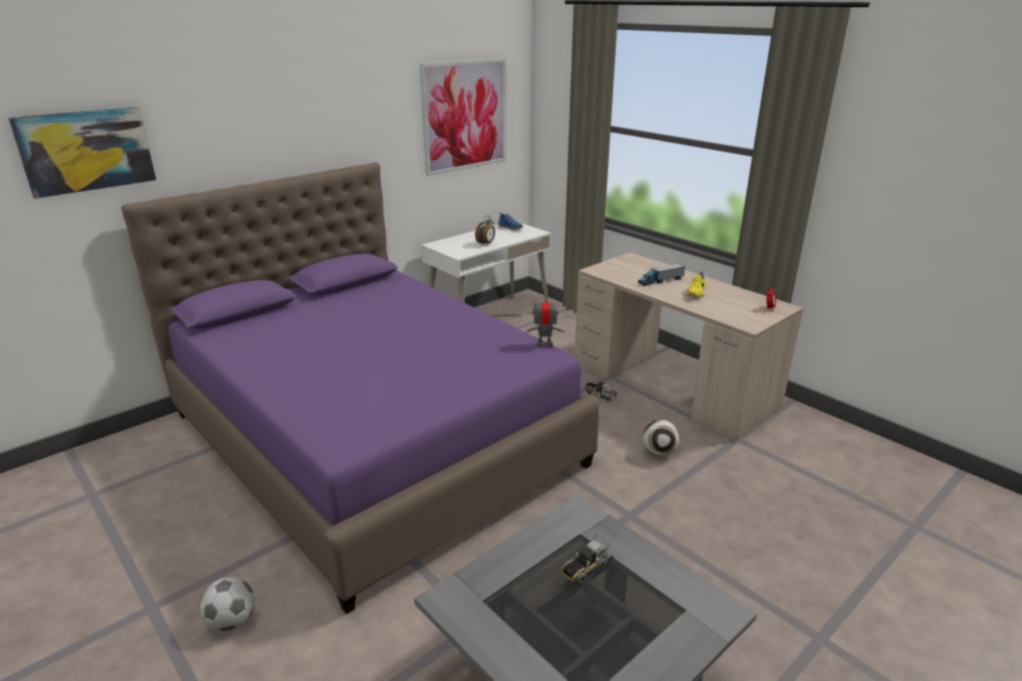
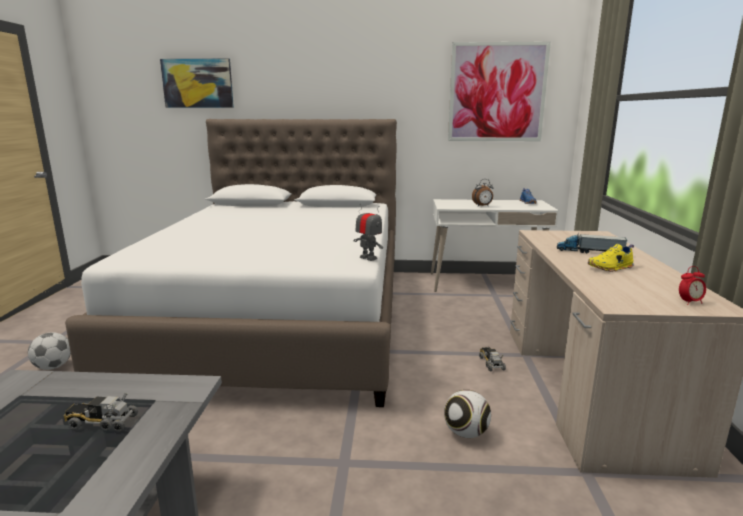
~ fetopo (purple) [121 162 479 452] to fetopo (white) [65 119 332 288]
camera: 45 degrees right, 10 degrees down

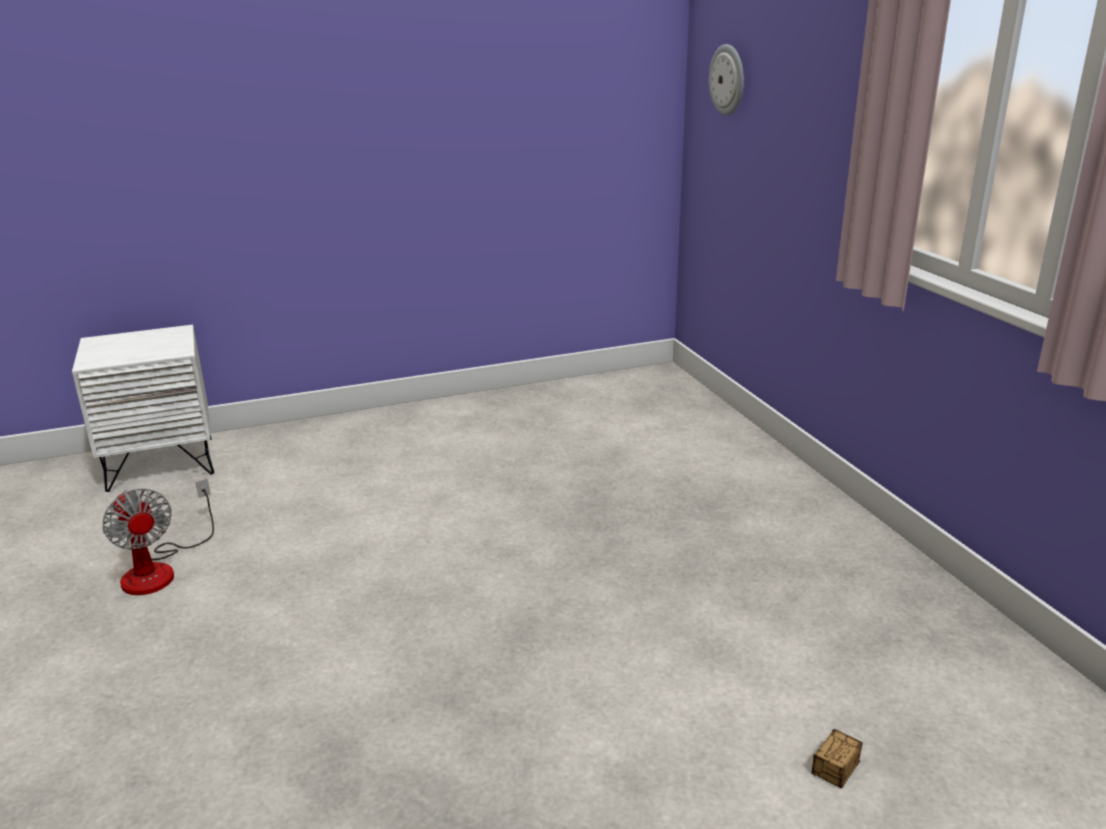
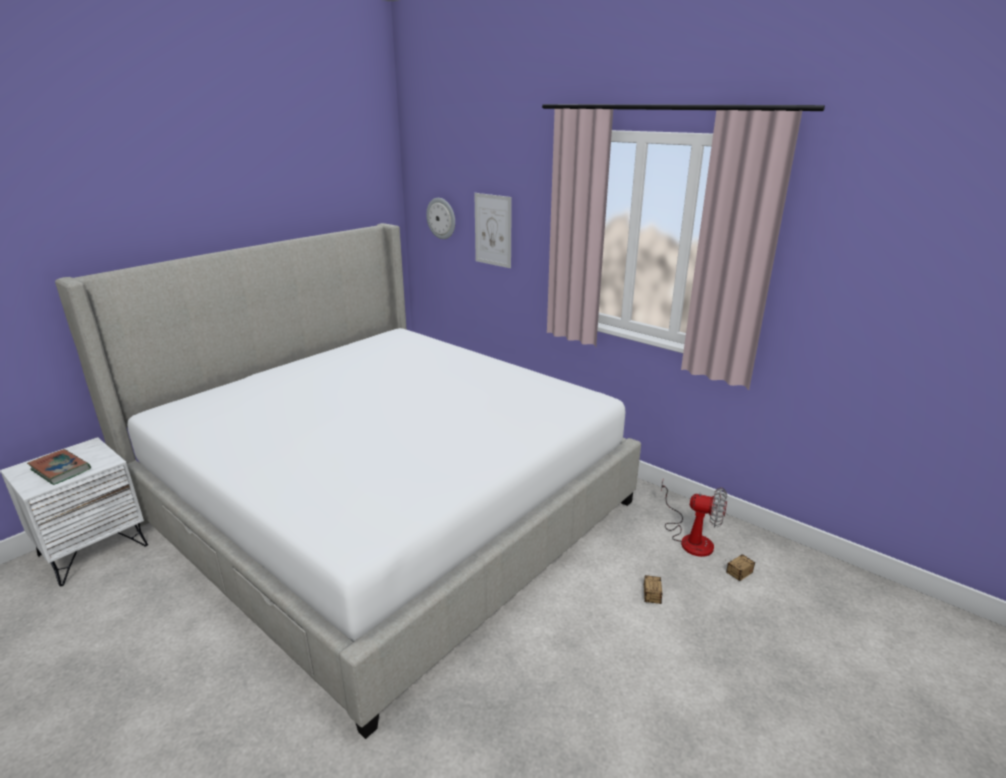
+ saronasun [27 449 64 36]
+ fetopo [55 223 586 516]
+ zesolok [474 193 38 75]
~ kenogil [102 479 112 116] to [661 480 66 77]
+ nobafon [725 554 30 27]
camera: 30 degrees left, 0 degrees up

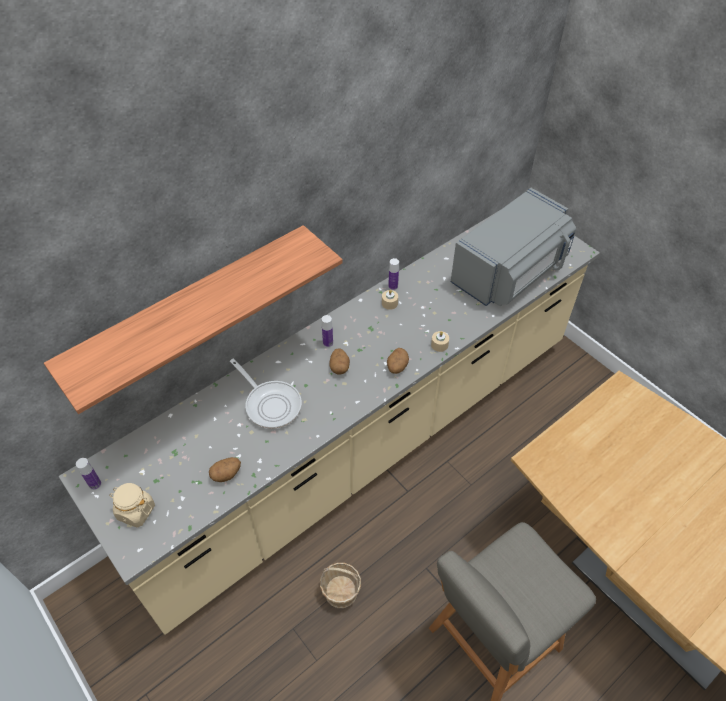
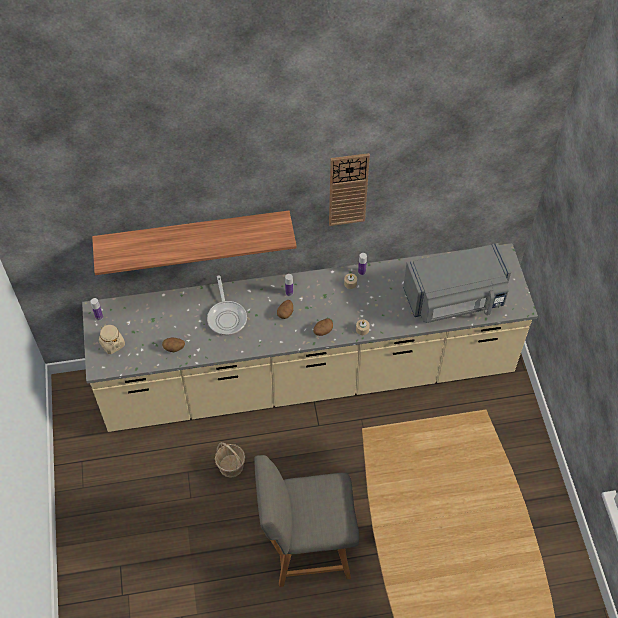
+ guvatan [329 153 41 73]
camera: 30 degrees right, 5 degrees up

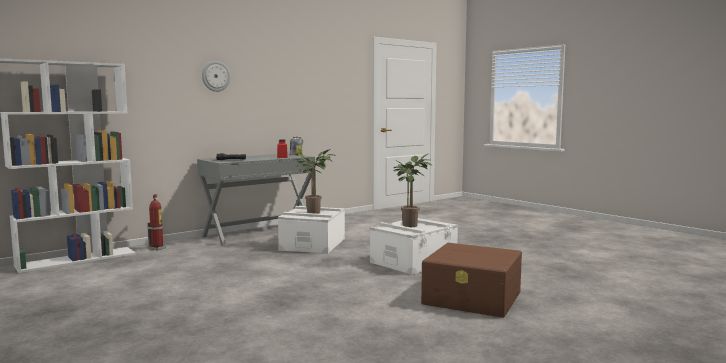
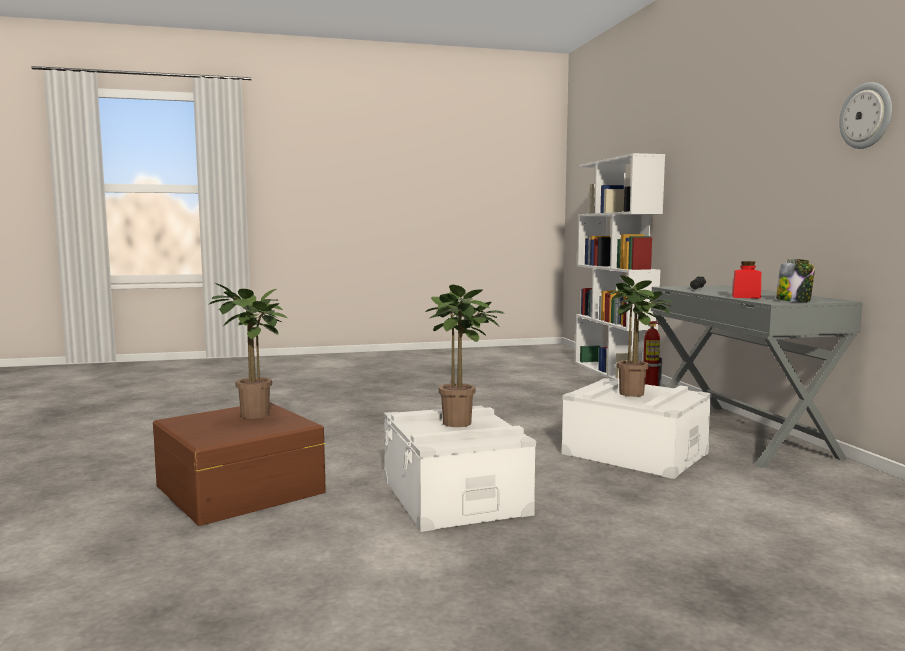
+ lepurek [209 283 78 136]
~ guvatan [202 61 29 31] to [839 82 53 67]
camera: 115 degrees right, 0 degrees up

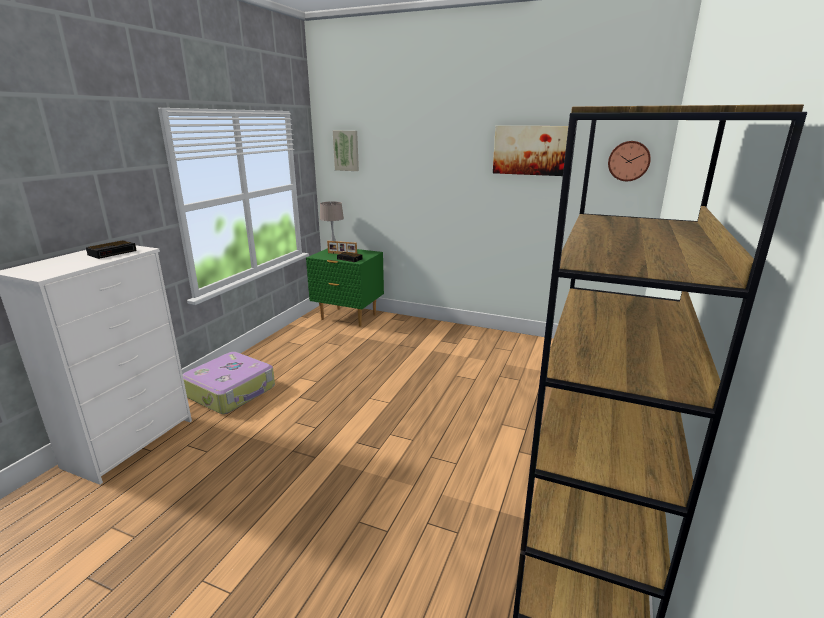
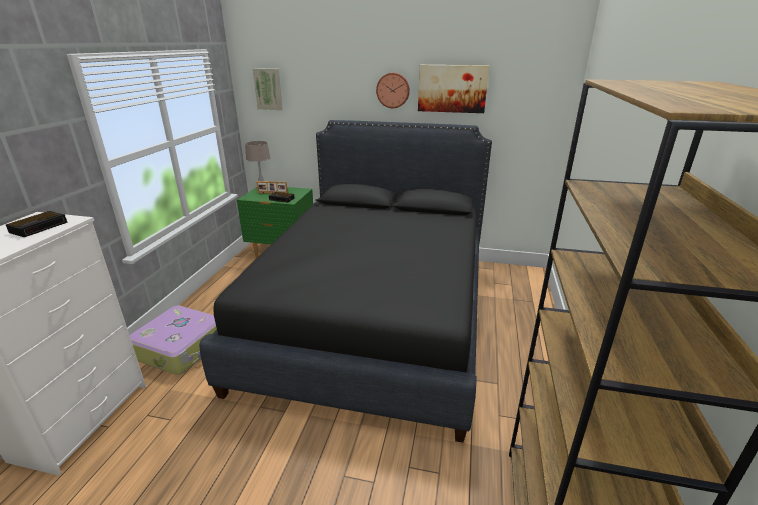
+ fetopo (black) [199 120 293 323]
~ guvatan [608 141 43 40] to [376 73 34 35]
camera: 10 degrees left, 5 degrees up

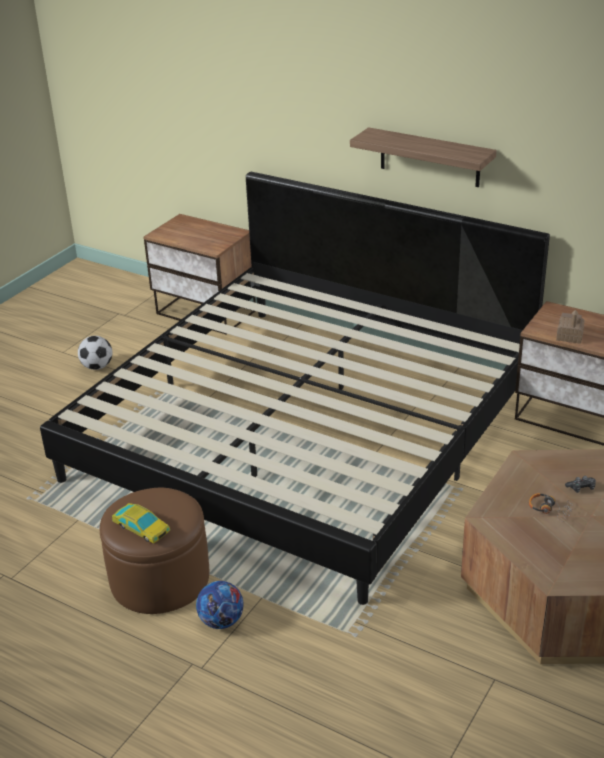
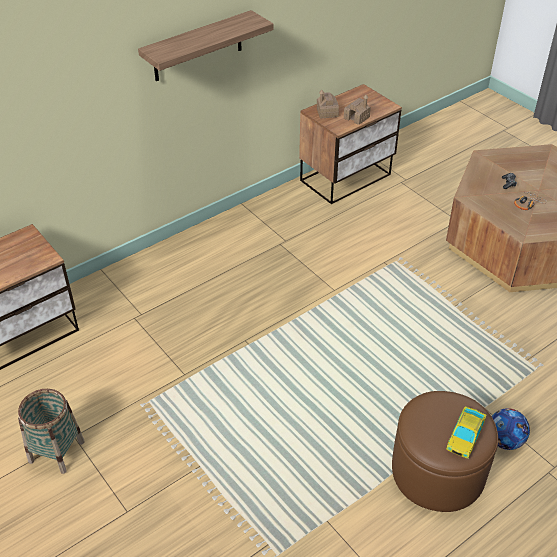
~ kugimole [78 336 34 34] to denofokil [18 389 66 85]
+ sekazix [317 90 22 29]
~ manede [112 503 58 41] = [446 406 40 53] 150 degrees clockwise
- fetopo [40 172 510 433]
camera: 70 degrees left, 10 degrees up

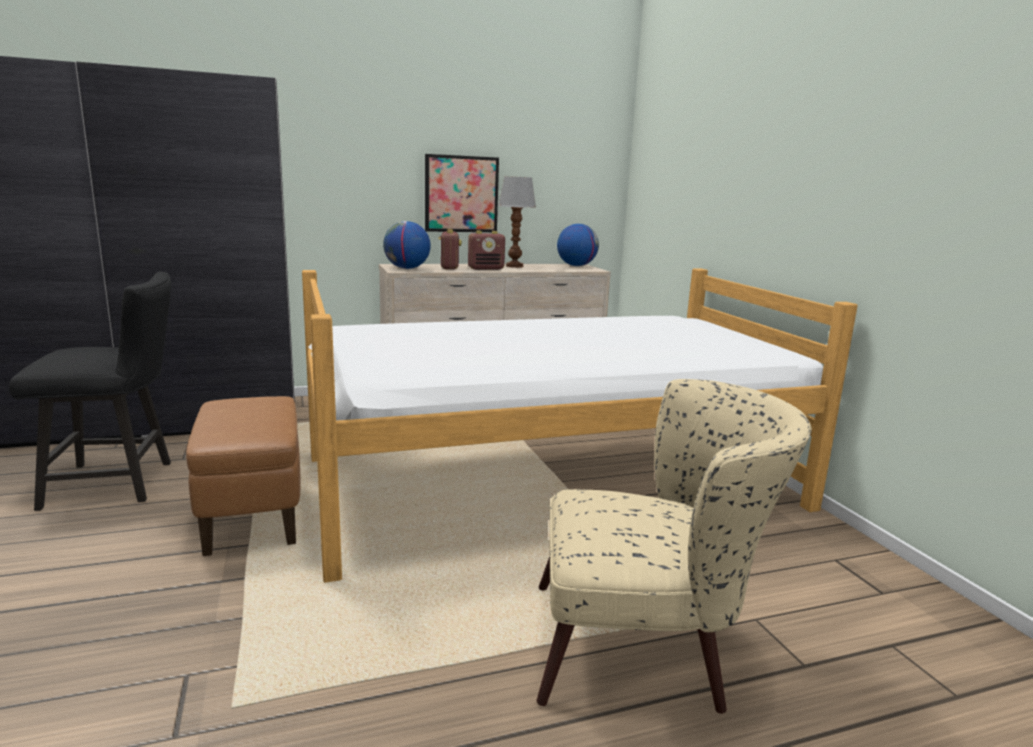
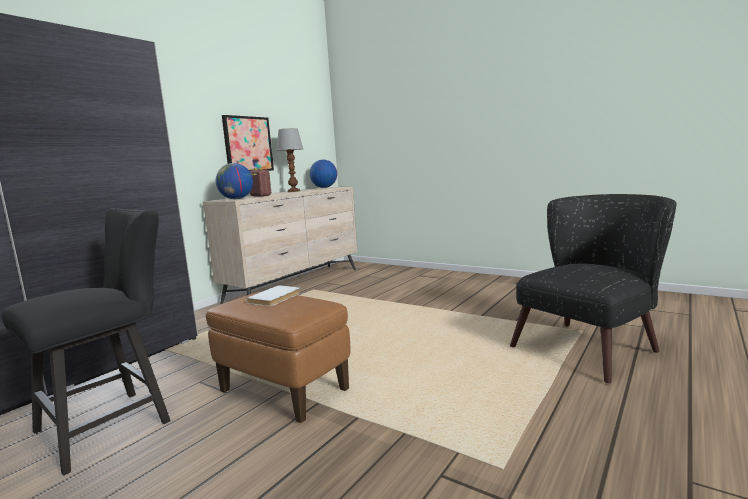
+ saronasun (white) [247 285 53 21]
~ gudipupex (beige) [537 379 275 335] to gudipupex (black) [510 194 167 190]
- fetopo [302 268 556 315]
- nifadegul [468 231 37 39]
camera: 35 degrees left, 5 degrees down

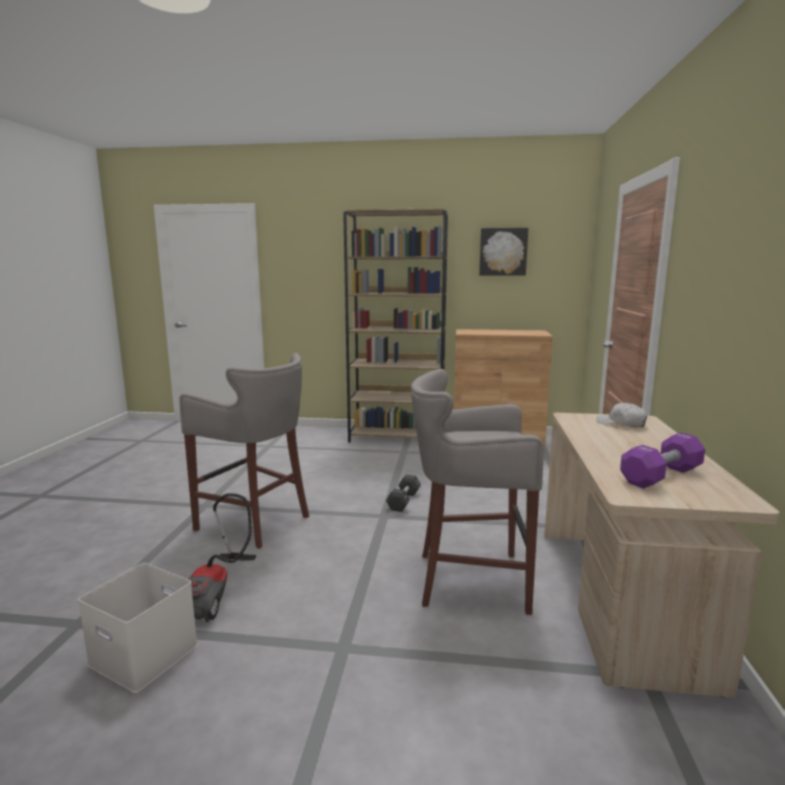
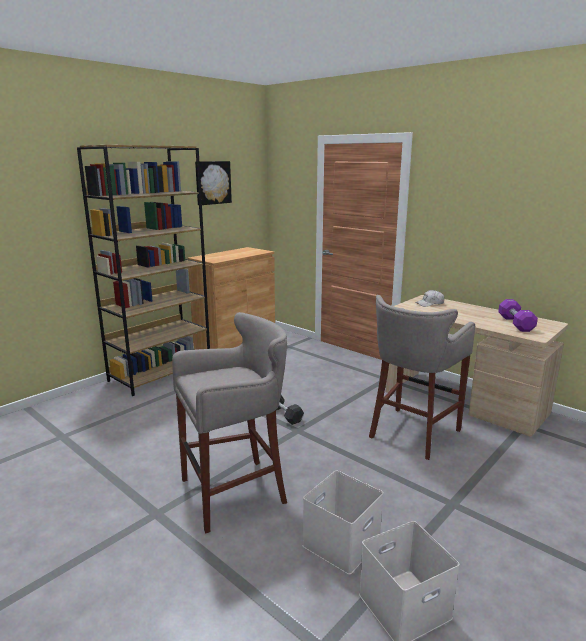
~ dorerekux [188 493 69 129] to nobafon (white) [303 470 80 105]
camera: 55 degrees left, 5 degrees up

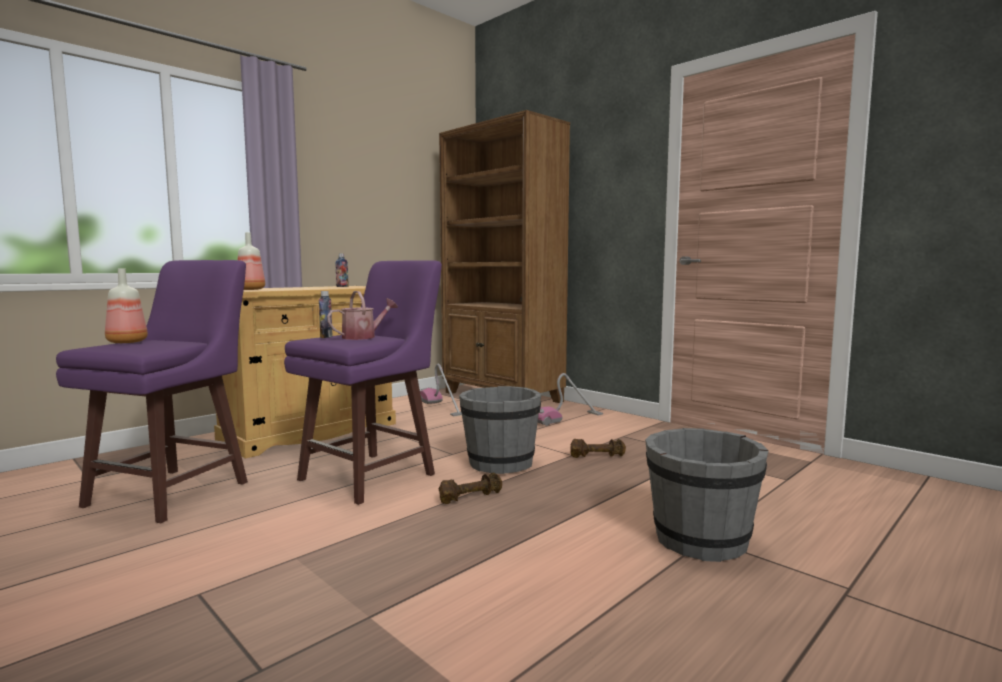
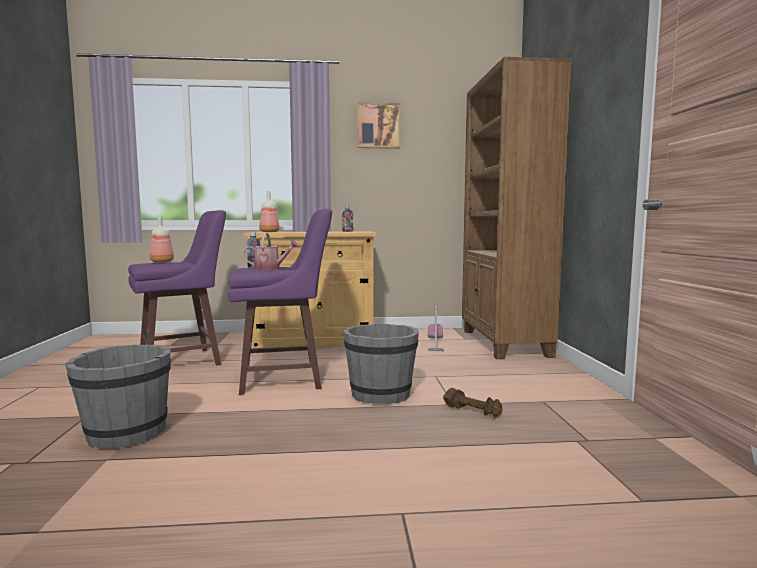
~ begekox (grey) [645 428 124 134] to [65 345 106 103]
+ zesolok [357 102 44 47]
- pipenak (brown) [439 473 63 31]
- dorerekux [538 373 65 53]
camera: 40 degrees right, 0 degrees up

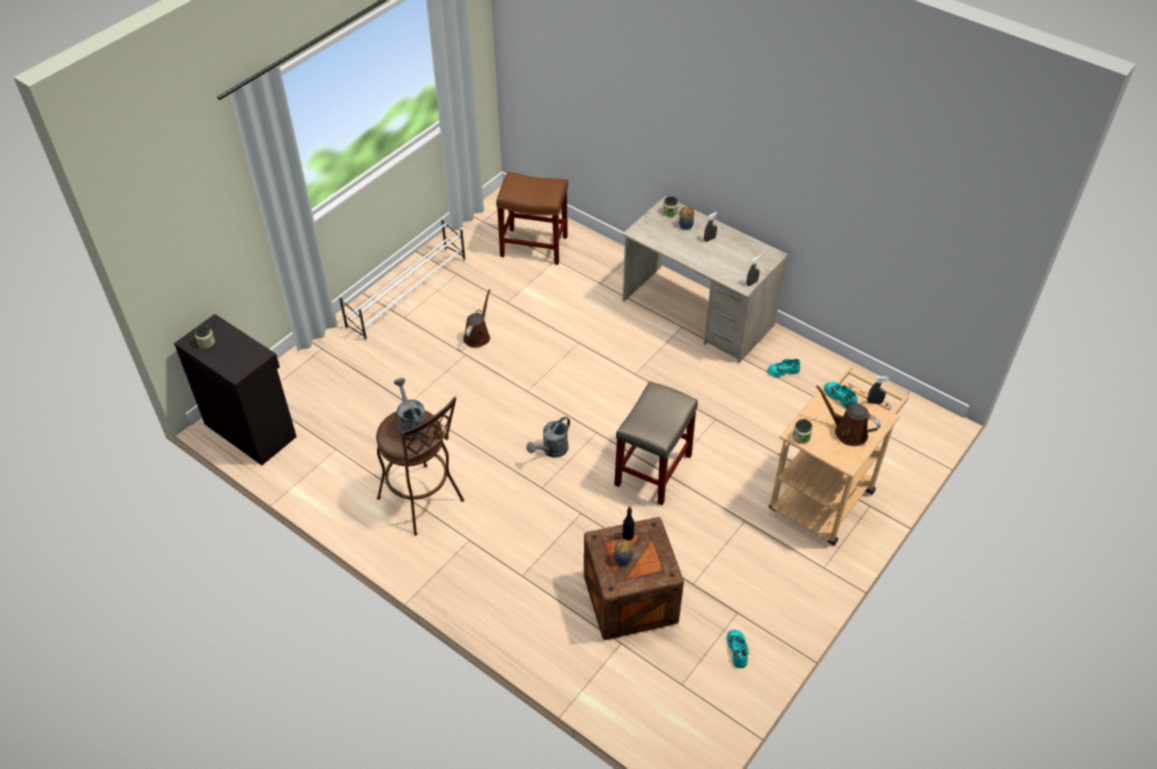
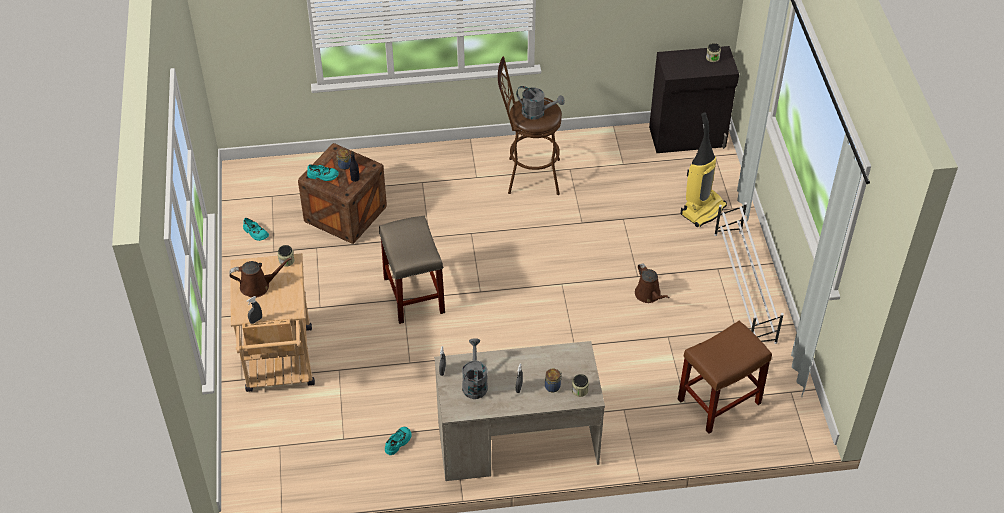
~ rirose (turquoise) [824 382 34 27] to [307 164 32 17]
~ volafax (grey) [527 416 43 41] to [462 338 26 61]
+ dorerekux [680 112 47 115]
camera: 135 degrees right, 0 degrees up

